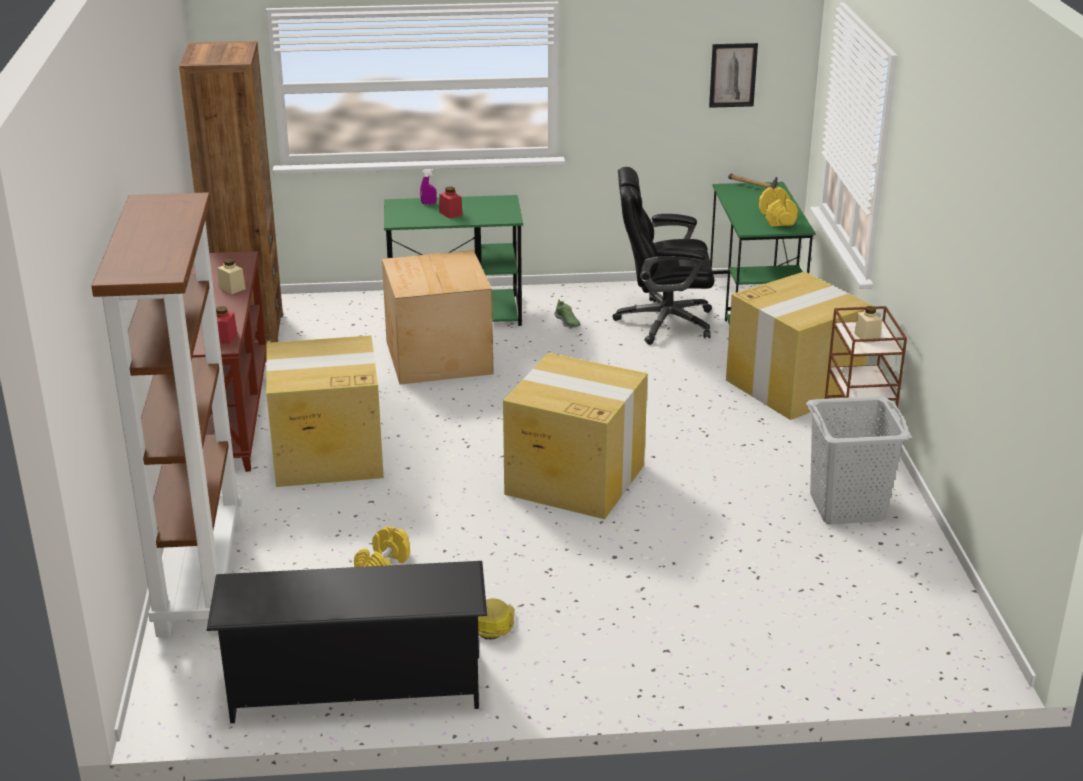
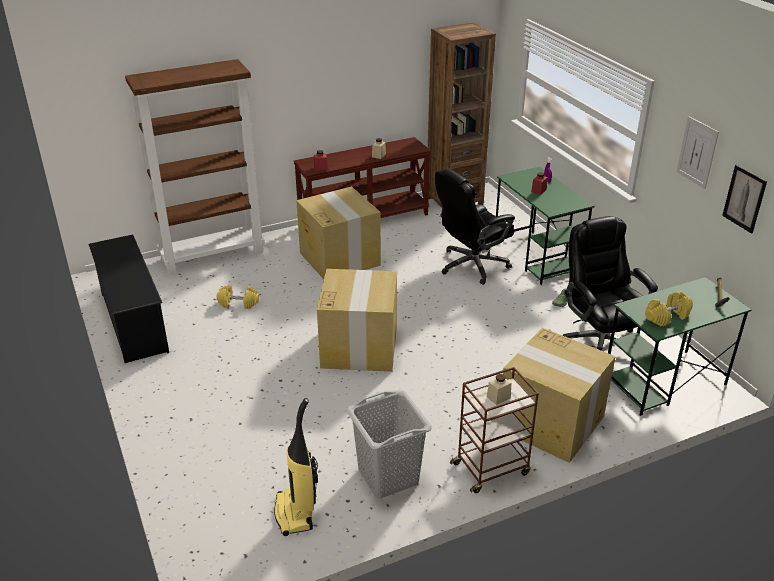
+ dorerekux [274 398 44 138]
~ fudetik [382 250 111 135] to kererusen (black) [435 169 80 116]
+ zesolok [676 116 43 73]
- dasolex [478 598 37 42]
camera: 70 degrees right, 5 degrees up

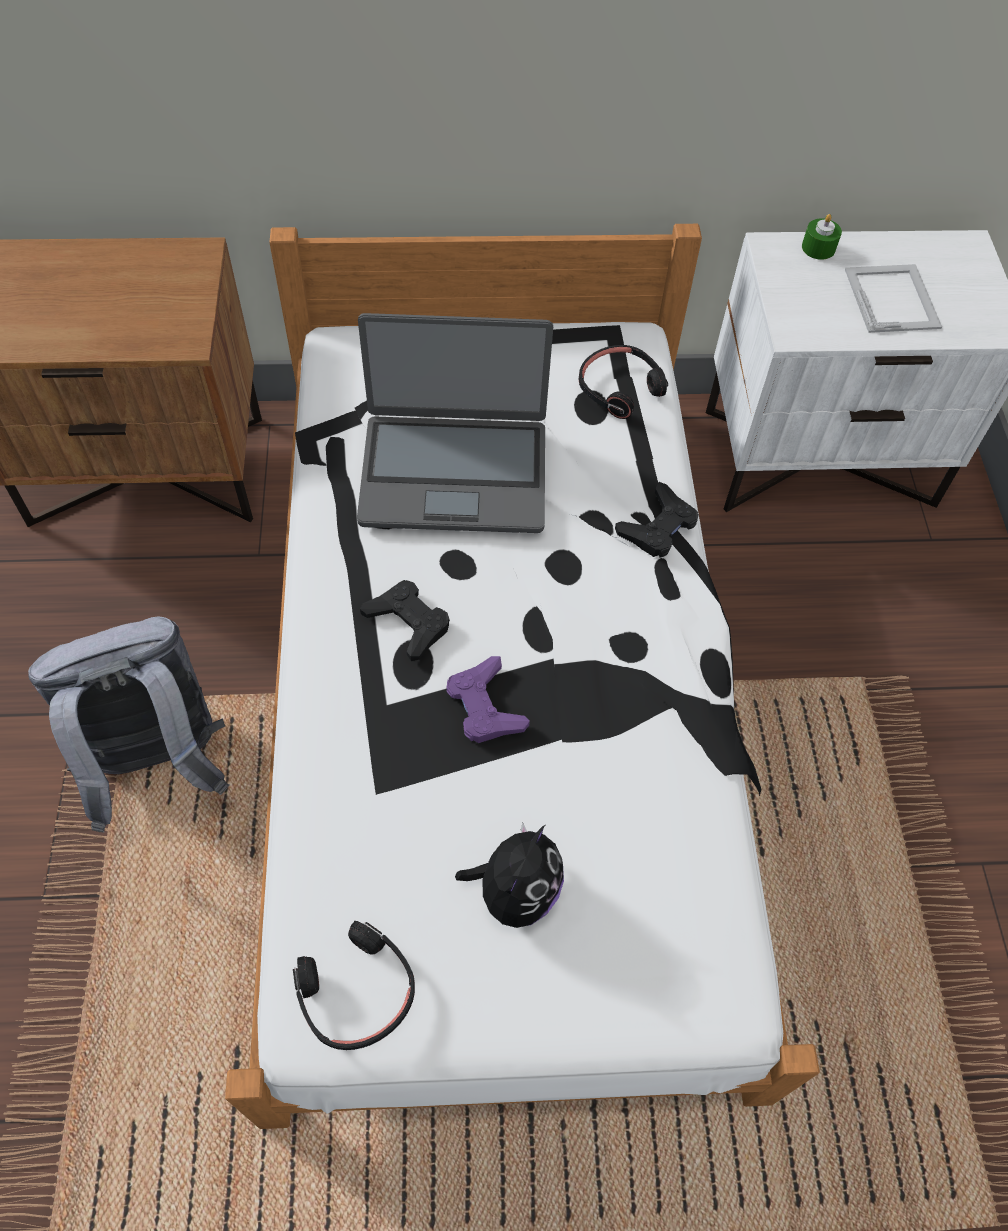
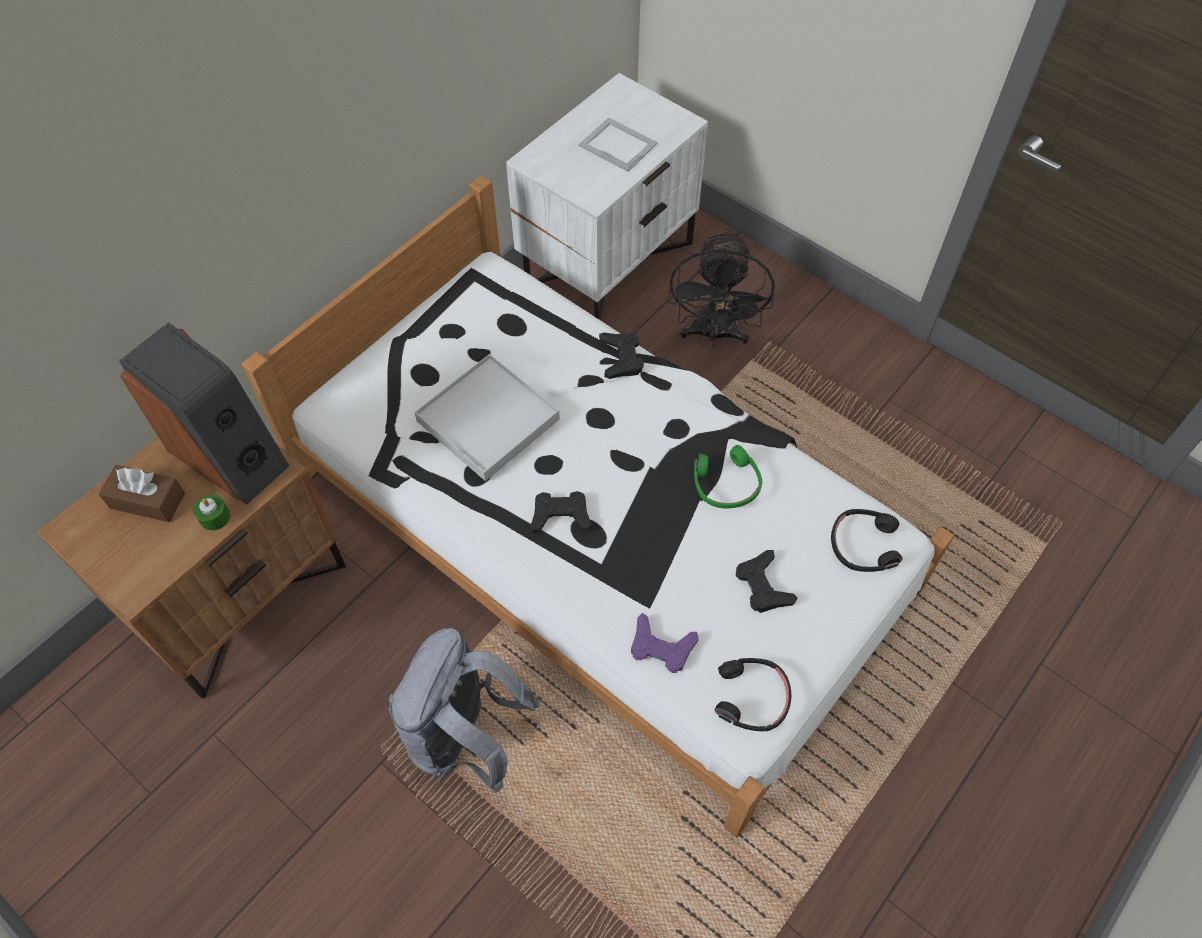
+ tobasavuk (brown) [99 465 86 57]
+ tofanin [119 322 170 183]
~ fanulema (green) [802 214 40 46] to [193 494 37 37]
~ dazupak [357 313 196 220] to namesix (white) [414 354 146 127]
~ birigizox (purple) [447 656 83 87] to [631 613 68 60]
+ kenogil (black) [668 229 107 116]
+ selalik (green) [694 445 68 64]
~ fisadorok [455 823 109 105] to birigizox (black) [736 550 62 63]
~ selalik (black) [578 345 90 74] to [831 509 72 63]
camera: 45 degrees left, 0 degrees up

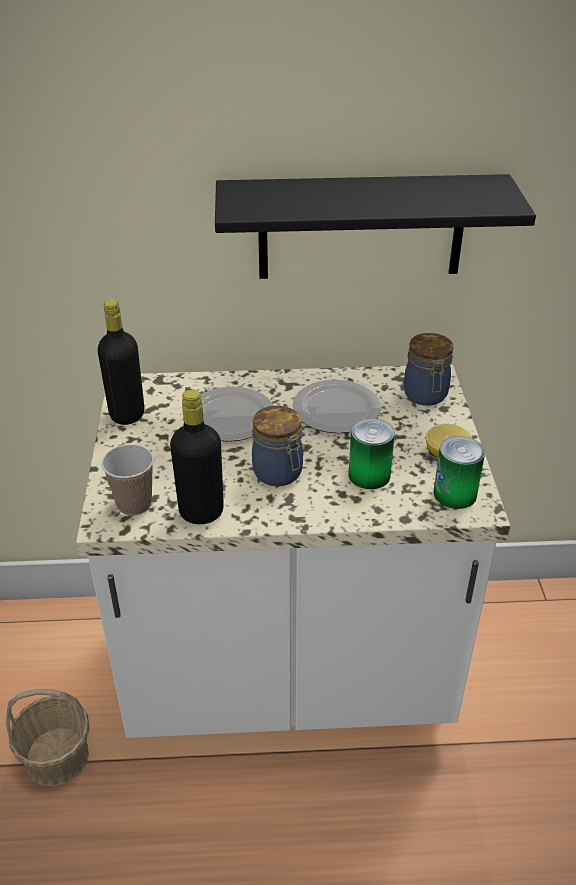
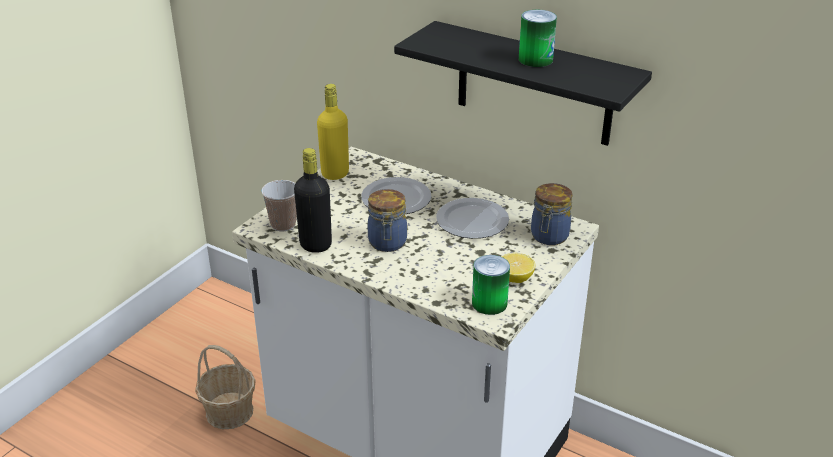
~ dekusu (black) [97 299 47 126] to dekusu (yellow) [317 84 32 96]
~ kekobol [349 418 46 71] to [519 10 38 57]
camera: 35 degrees right, 5 degrees down

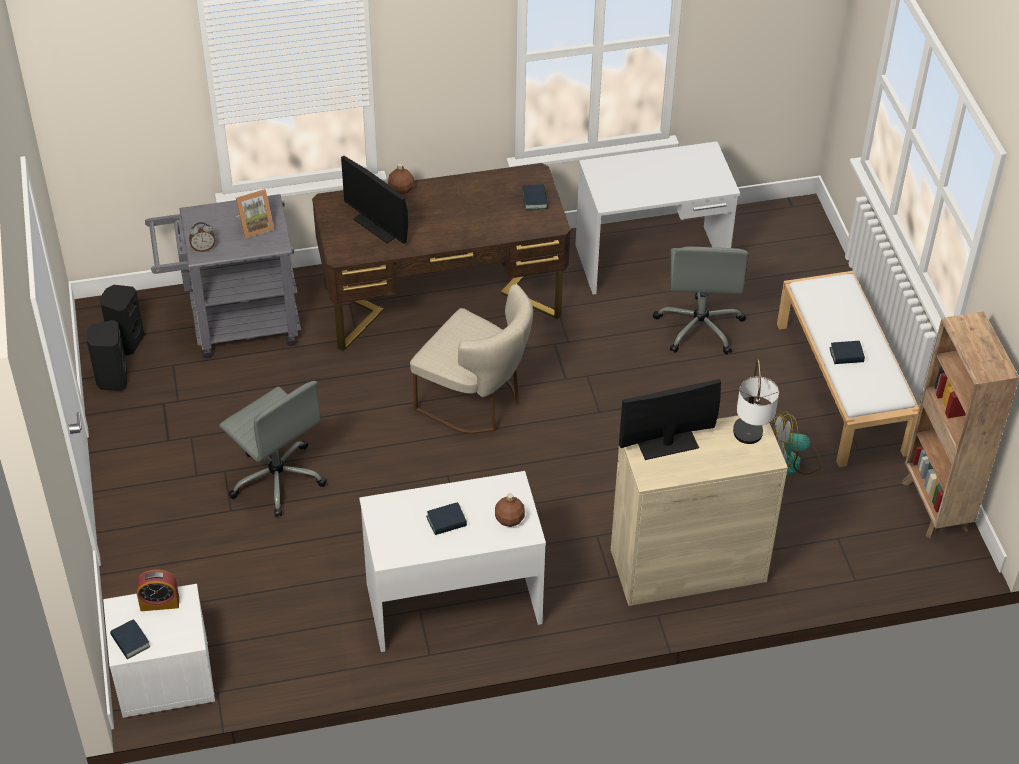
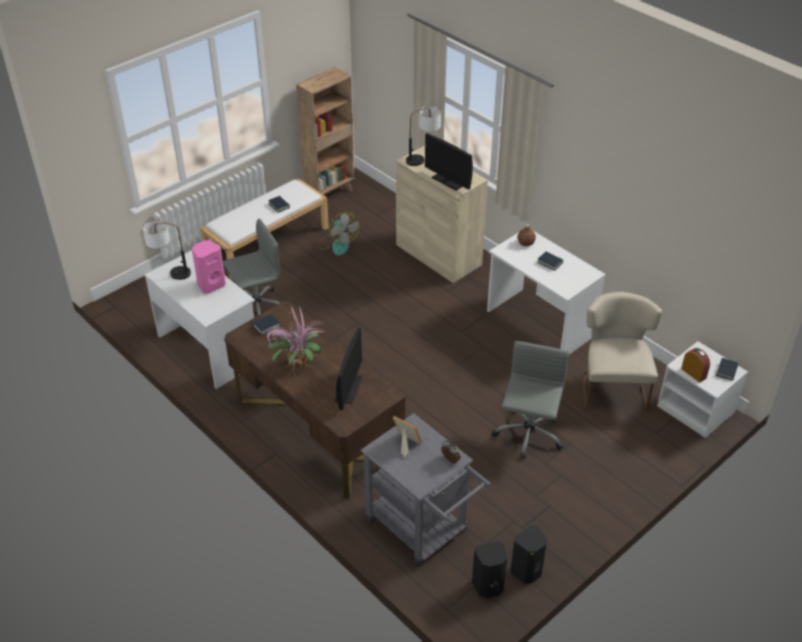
+ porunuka [143 220 48 60]
+ tofanin (pink) [192 240 34 54]
+ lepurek [264 306 60 66]
~ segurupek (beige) [410 284 123 150] to [582 291 80 120]
- dekusu (brown) [388 163 26 32]
camera: 120 degrees left, 5 degrees down

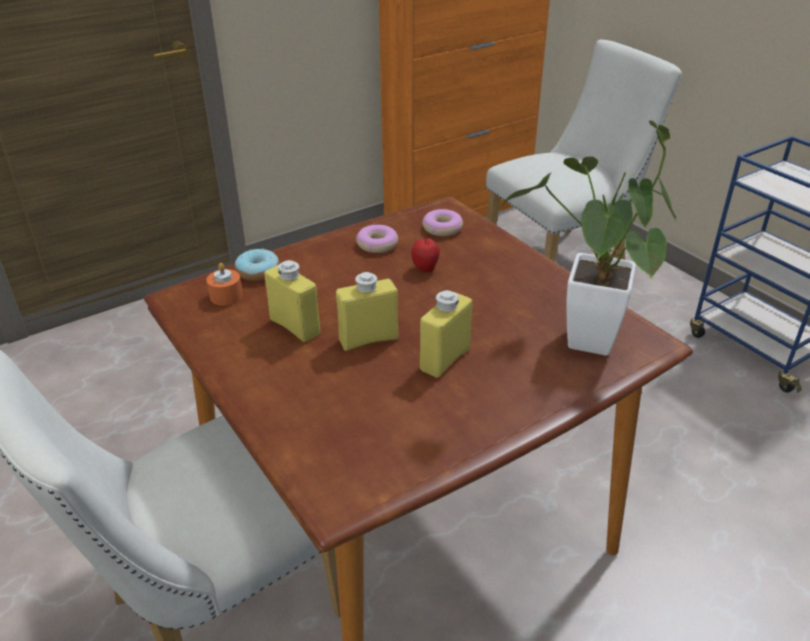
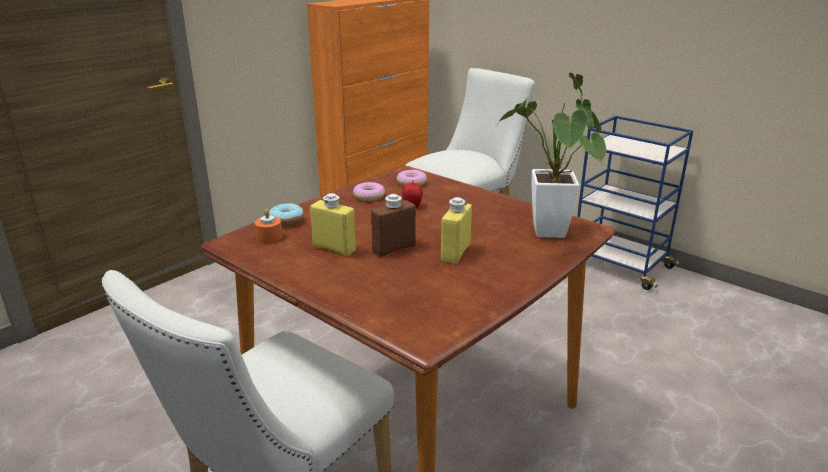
~ dekusu (yellow) [336 272 62 79] to dekusu (brown) [371 194 45 63]
camera: 15 degrees left, 10 degrees down

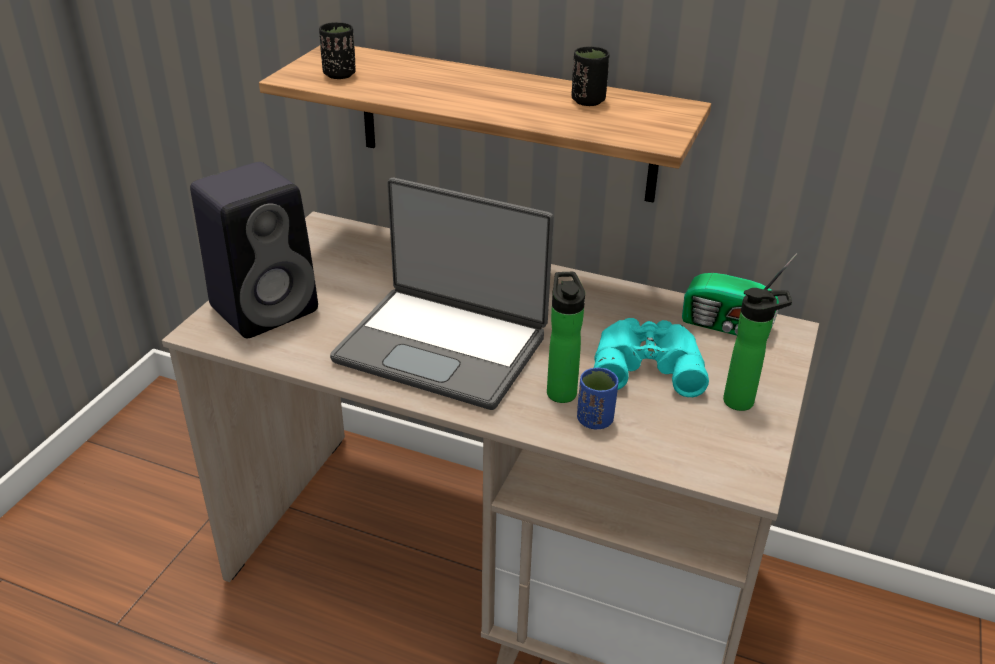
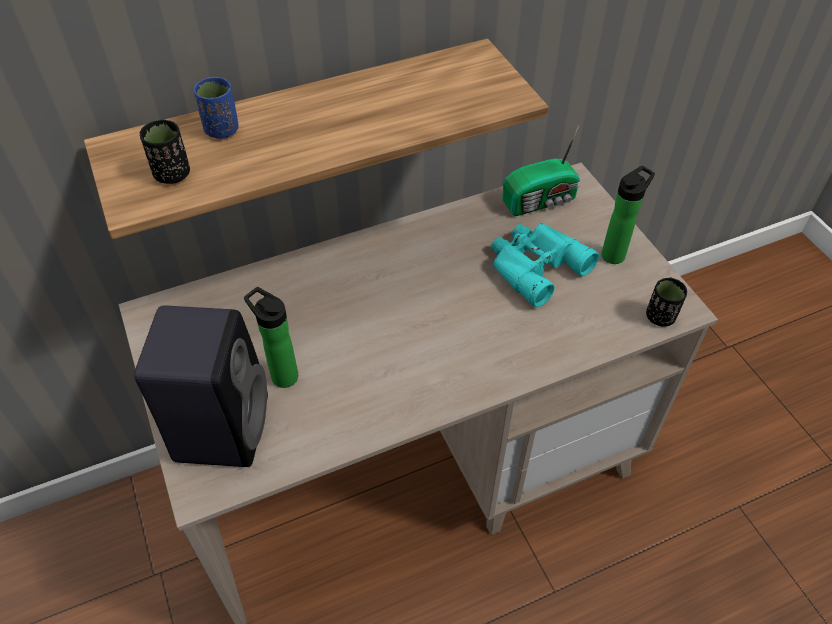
~ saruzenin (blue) [577 368 41 61] to [194 77 45 62]
~ dekusu [547 272 38 131] to [244 287 54 101]
~ saruzenin (black) [572 46 38 60] to [646 277 41 50]
- dazupak [330 177 224 233]
camera: 45 degrees left, 15 degrees up

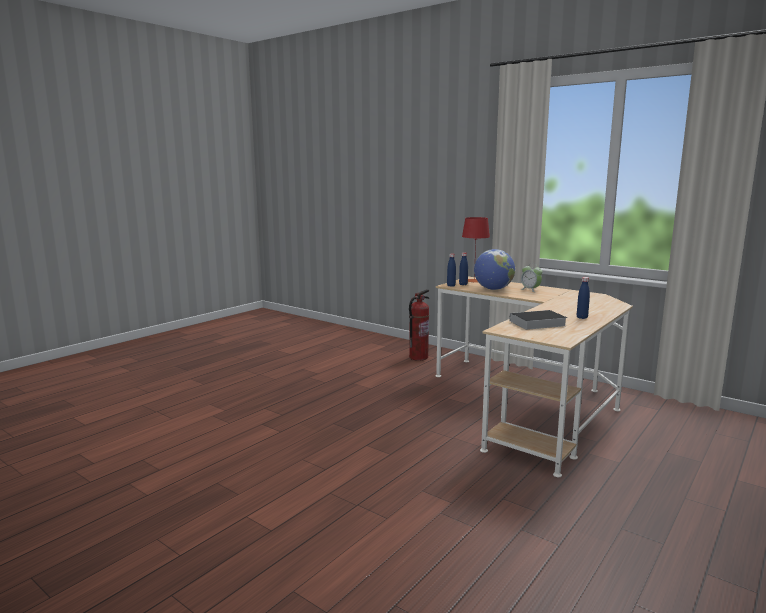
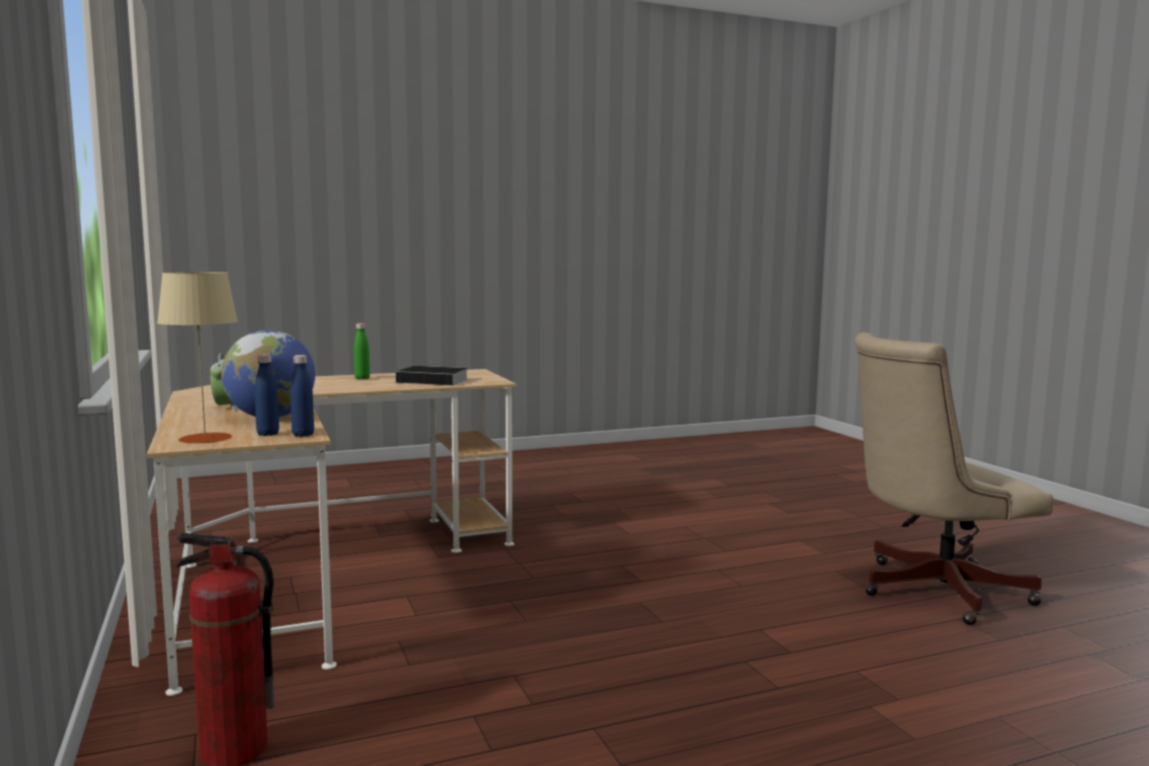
~ porunuka (red) [462 217 28 66] to porunuka (beige) [157 272 81 172]
~ dekusu (blue) [577 277 13 42] to dekusu (green) [354 323 16 57]
+ kererusen (beige) [855 332 198 293]
camera: 150 degrees left, 5 degrees down

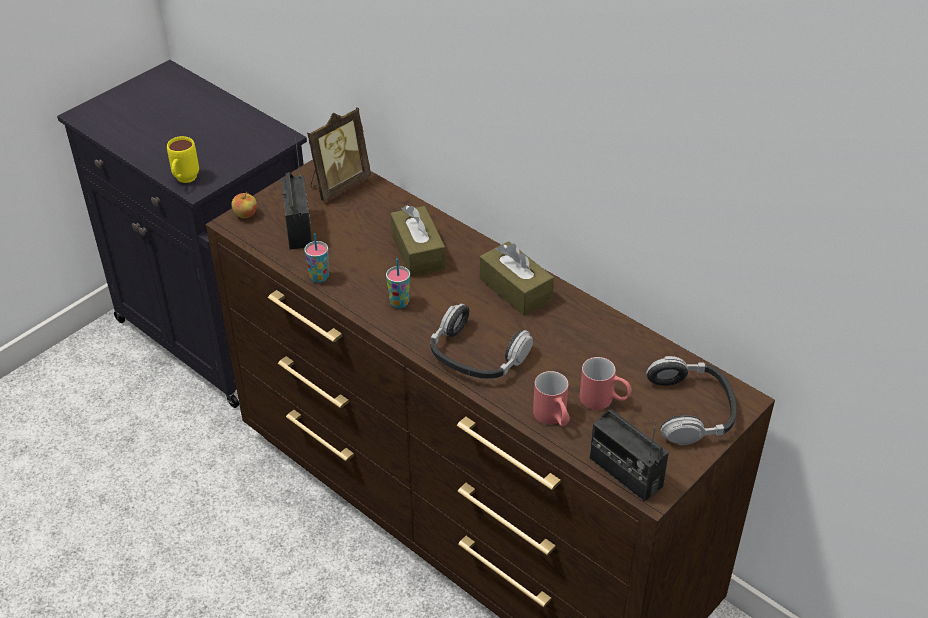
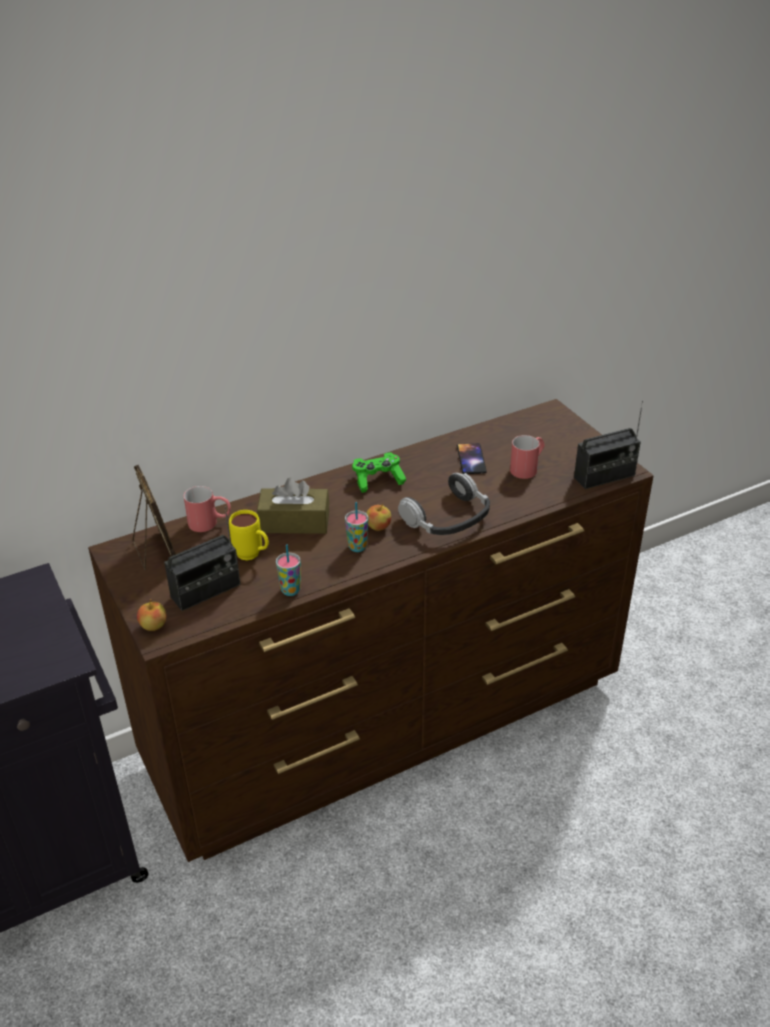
~ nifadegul [281 138 31 111] = [164 506 77 105] 135 degrees clockwise
~ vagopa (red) [533 371 37 55] to [184 486 47 46]
~ vagopa (yellow) [167 136 32 47] to [229 510 40 50]
~ tobasavuk (brown) [480 241 74 75] to birigizox (green) [352 452 54 41]
+ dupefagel [366 504 25 27]
+ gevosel [457 443 30 31]
- selalik [646 356 91 89]
camera: 70 degrees left, 5 degrees down

